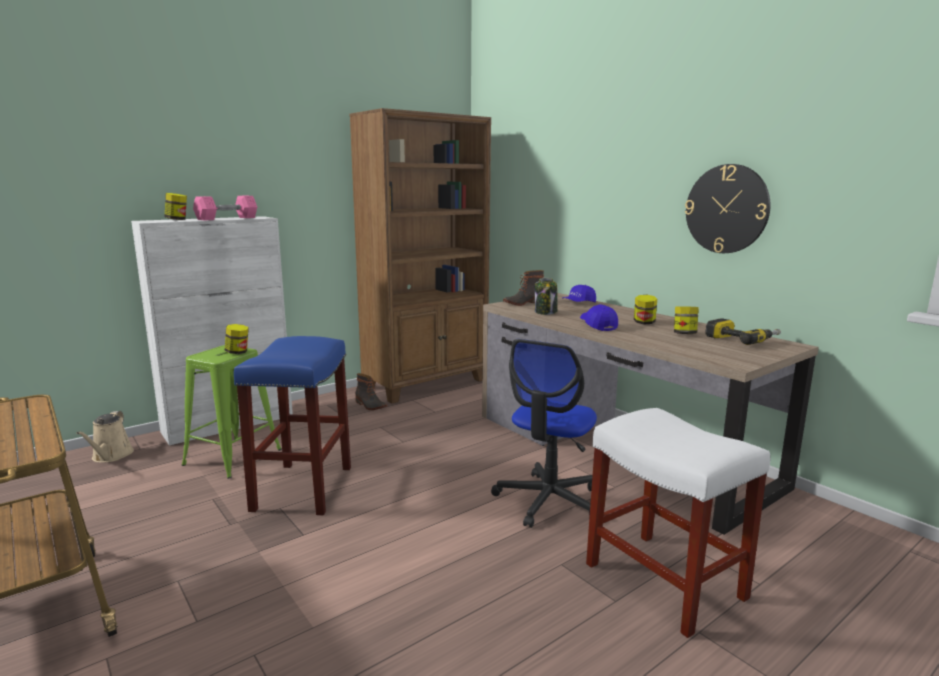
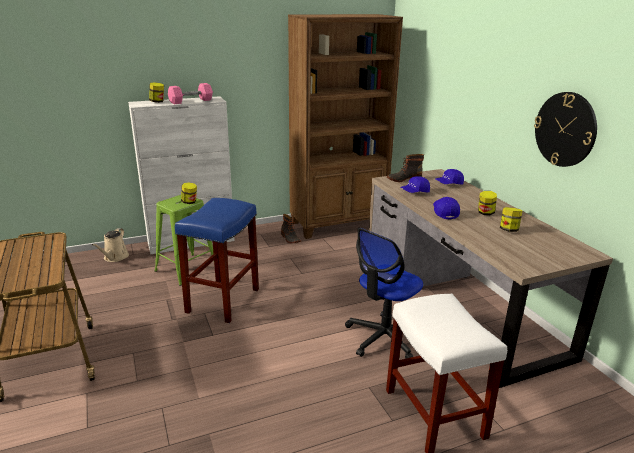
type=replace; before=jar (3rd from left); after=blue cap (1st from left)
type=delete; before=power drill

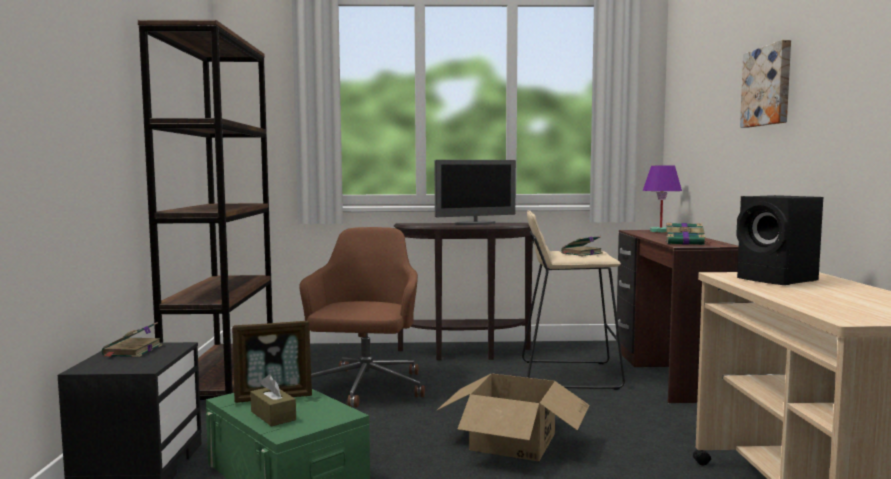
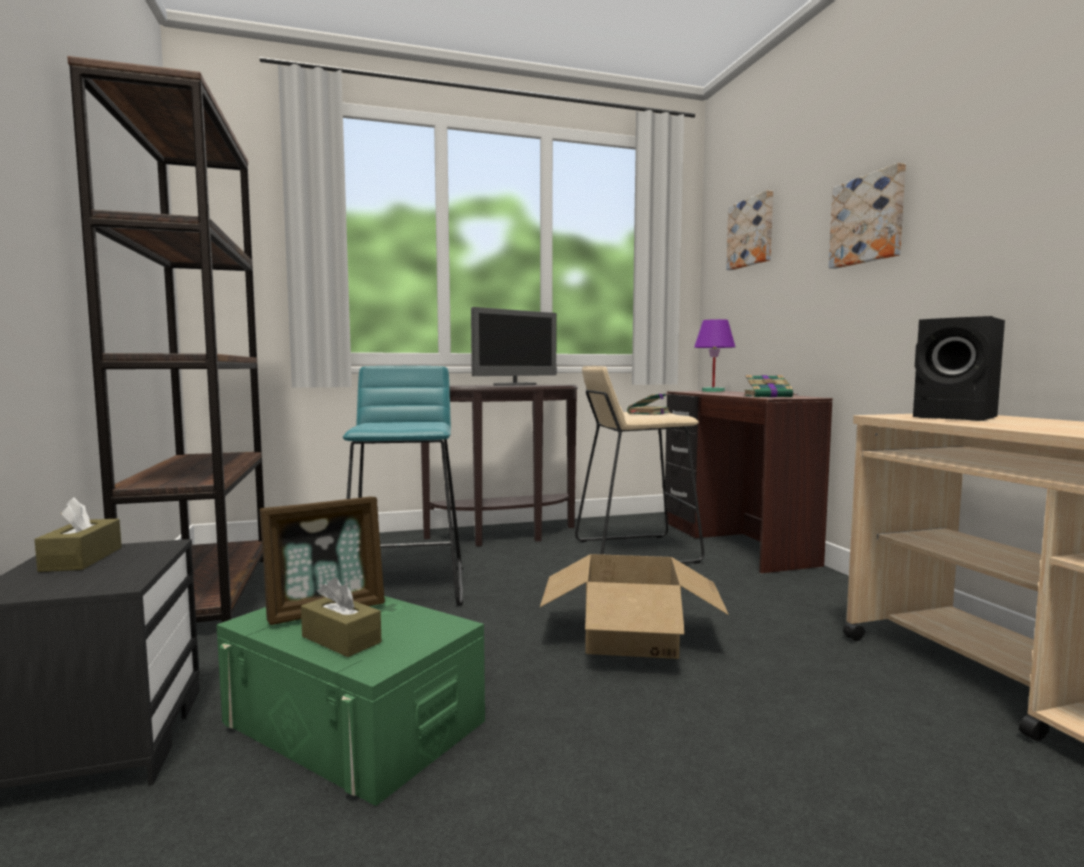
type=replace; before=brown office chair; after=turquoise stool
type=replace; before=book (1st from left); after=brown tissue box (1st from left)
type=insert; after=picture (1st from left)

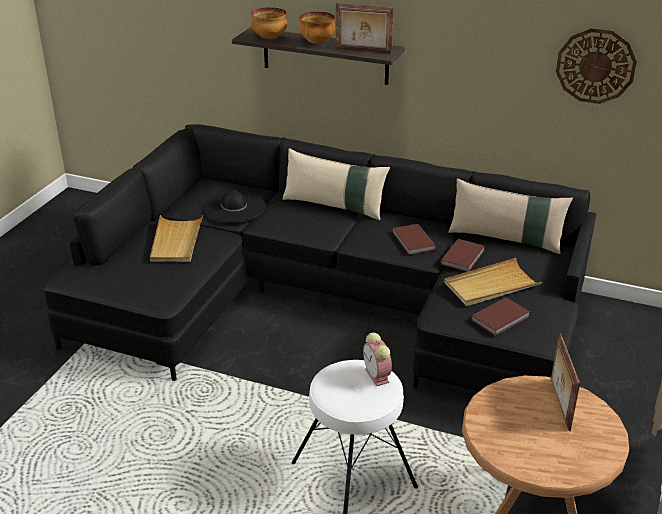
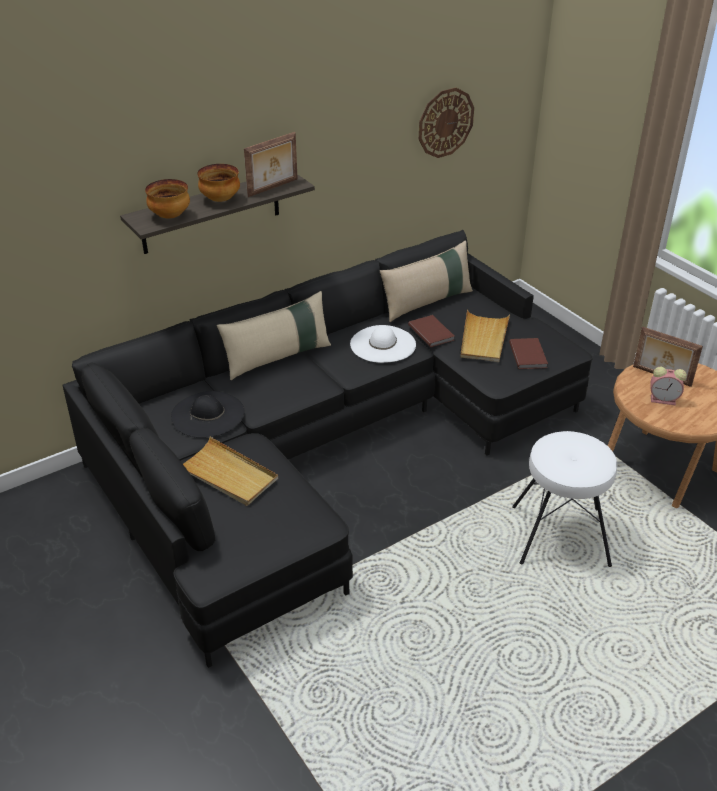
type=replace; before=brown book (1st from left); after=white hat
type=move; before=alarm clock

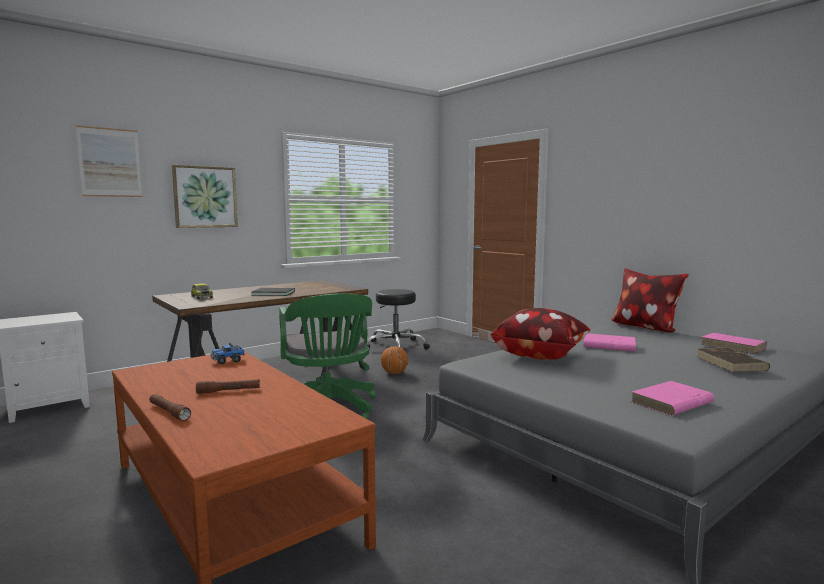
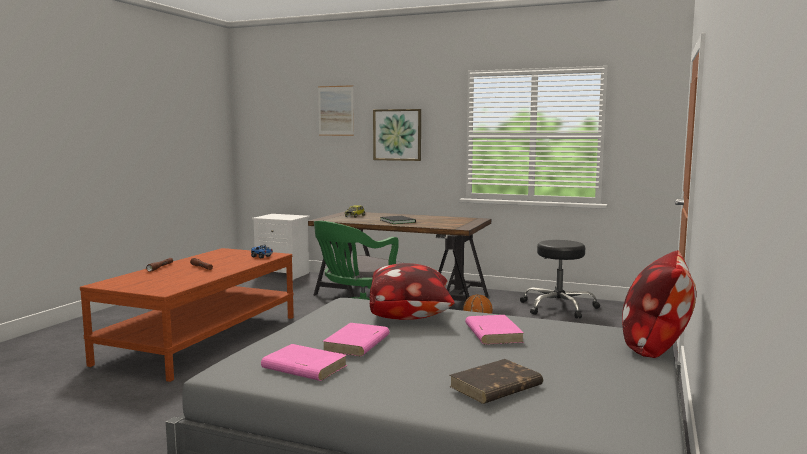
type=move; before=pink book (3rd from left in the first image); after=pink book (2nd from left)

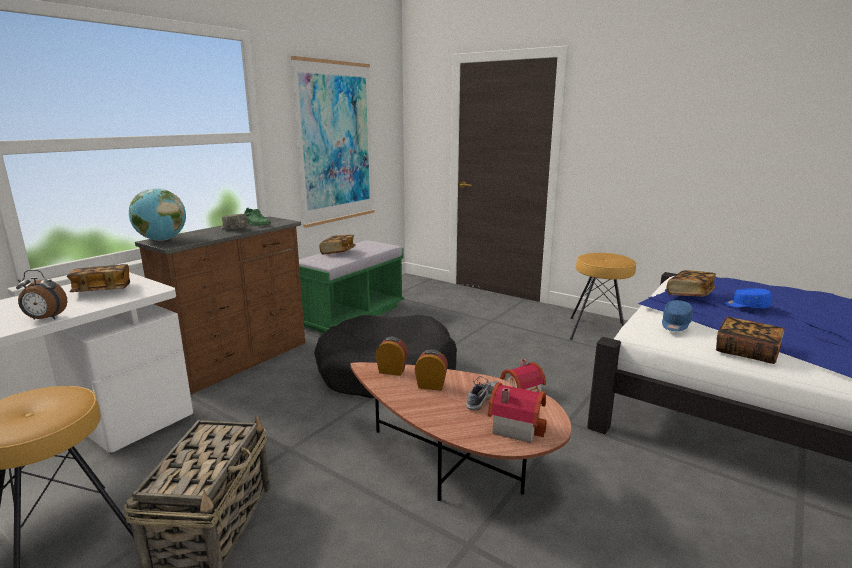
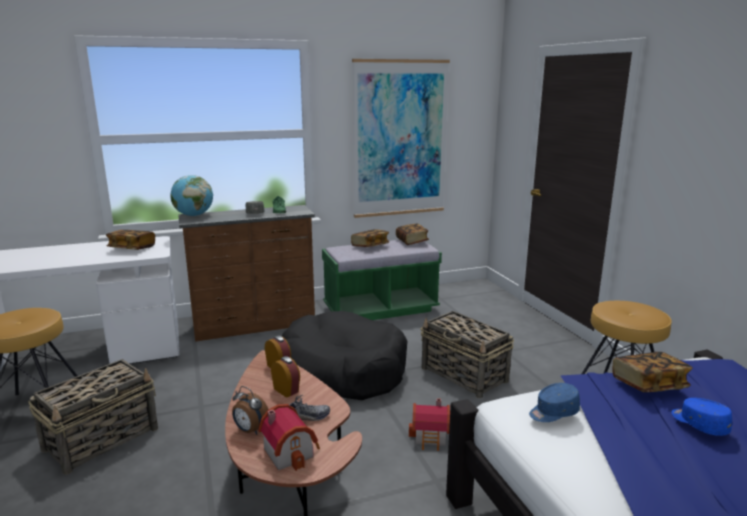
type=move; before=alarm clock (1st from left)
type=move; before=book (4th from left in the first image); after=book (3rd from left)
type=insert; after=basket (2nd from left)

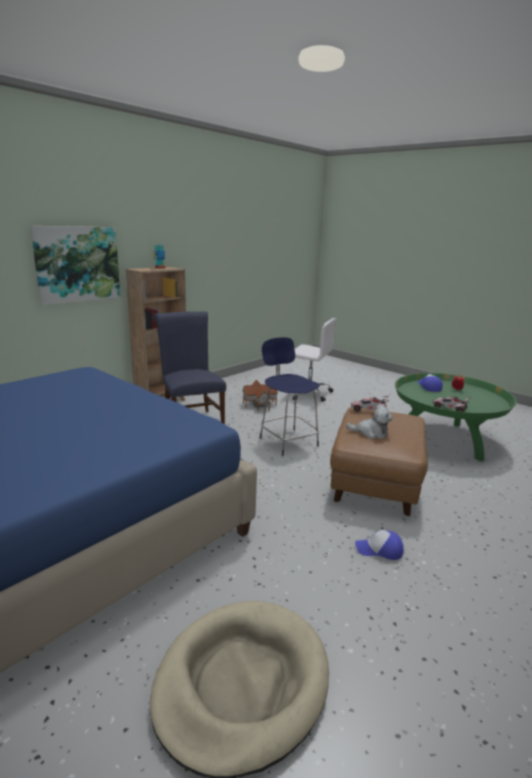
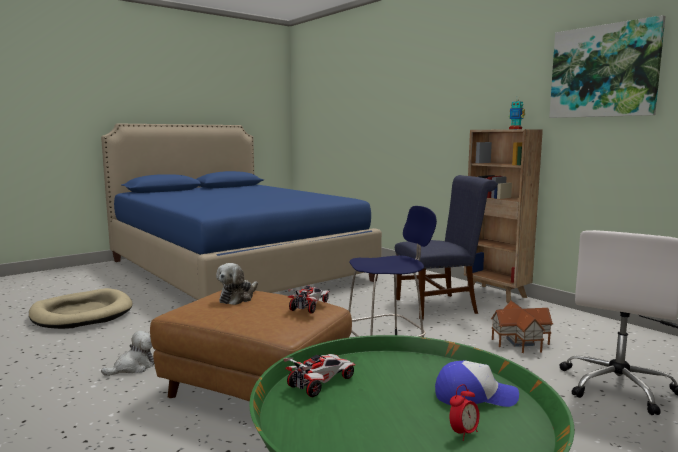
type=move; before=picture
type=replace; before=cap (1st from left); after=plush toy (1st from left)

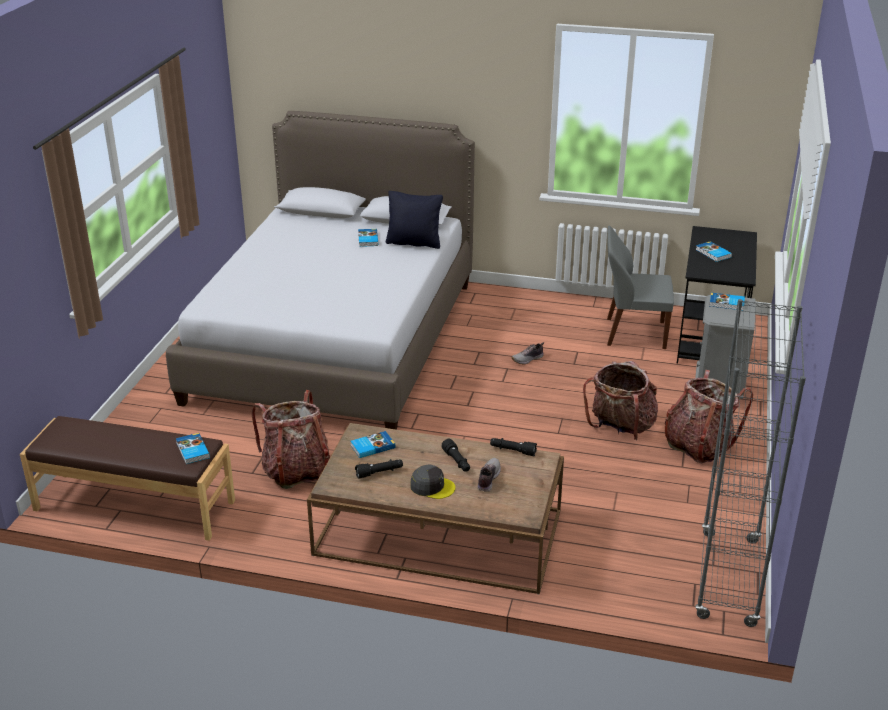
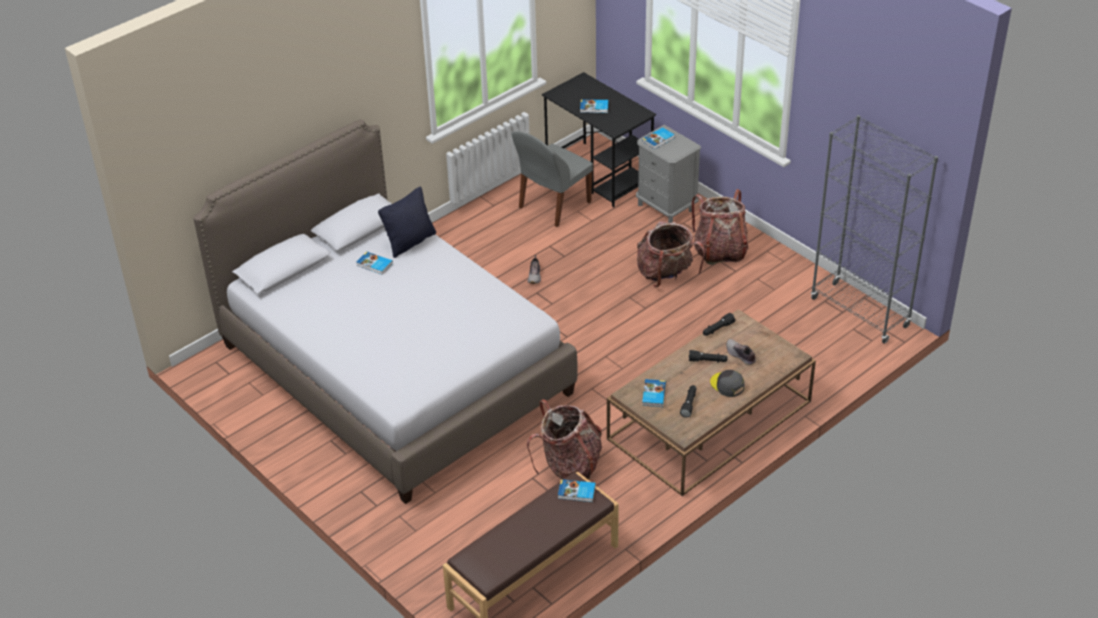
type=rotate; before=grey cap; turn=-90

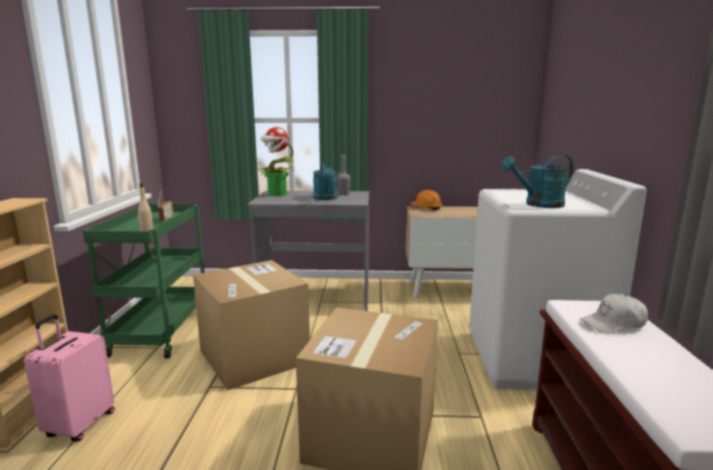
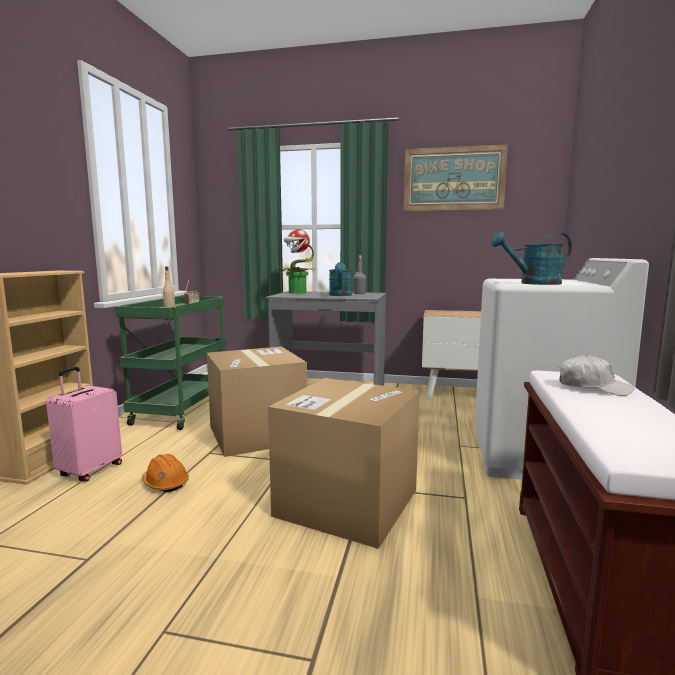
type=move; before=orange hard hat
type=rotate; before=white cap; turn=-150
type=insert; after=picture

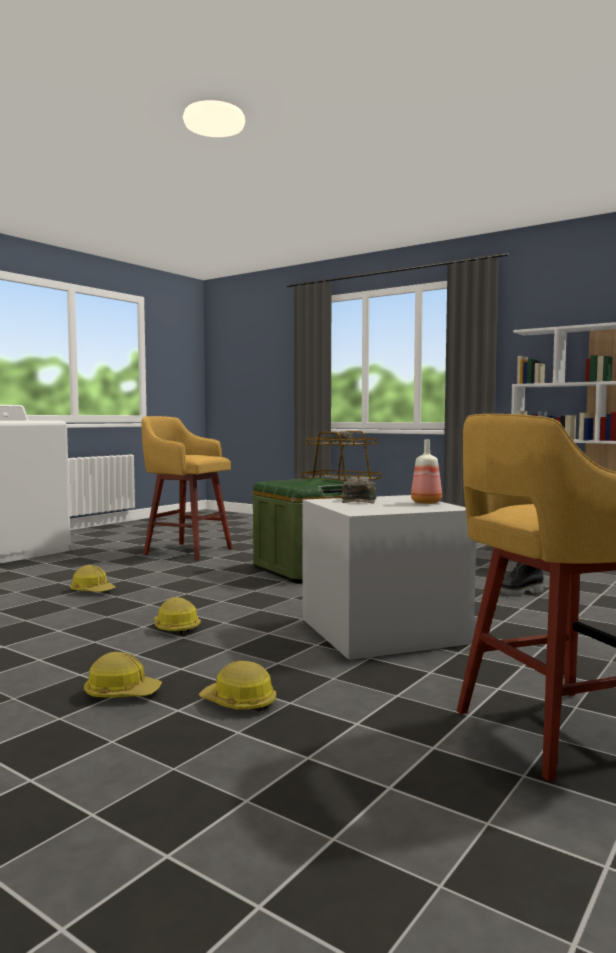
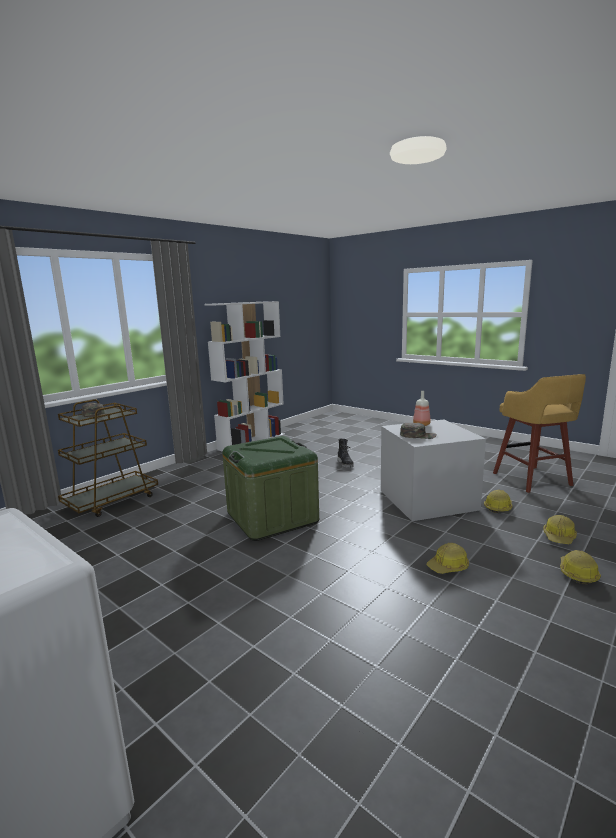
type=delete; before=yellow stool (1st from left)
type=move; before=hard hat (1st from left in the first image); after=hard hat (2nd from left)

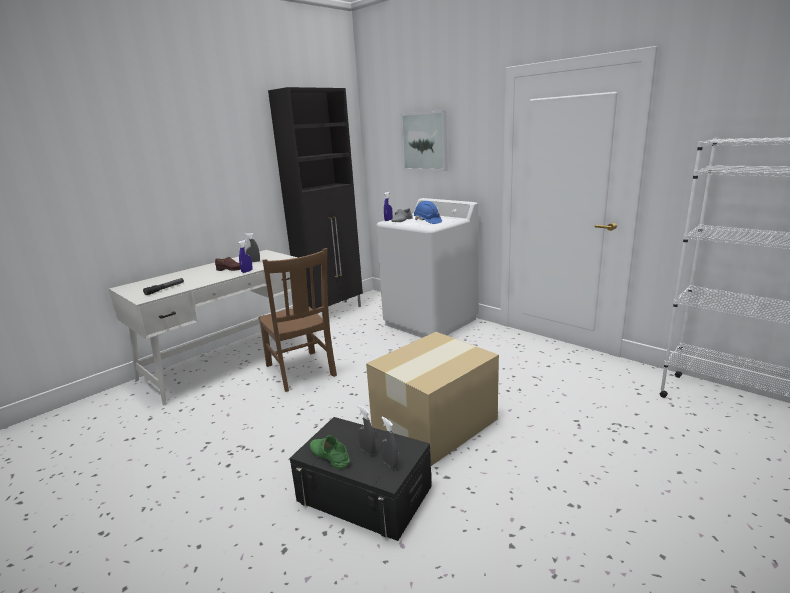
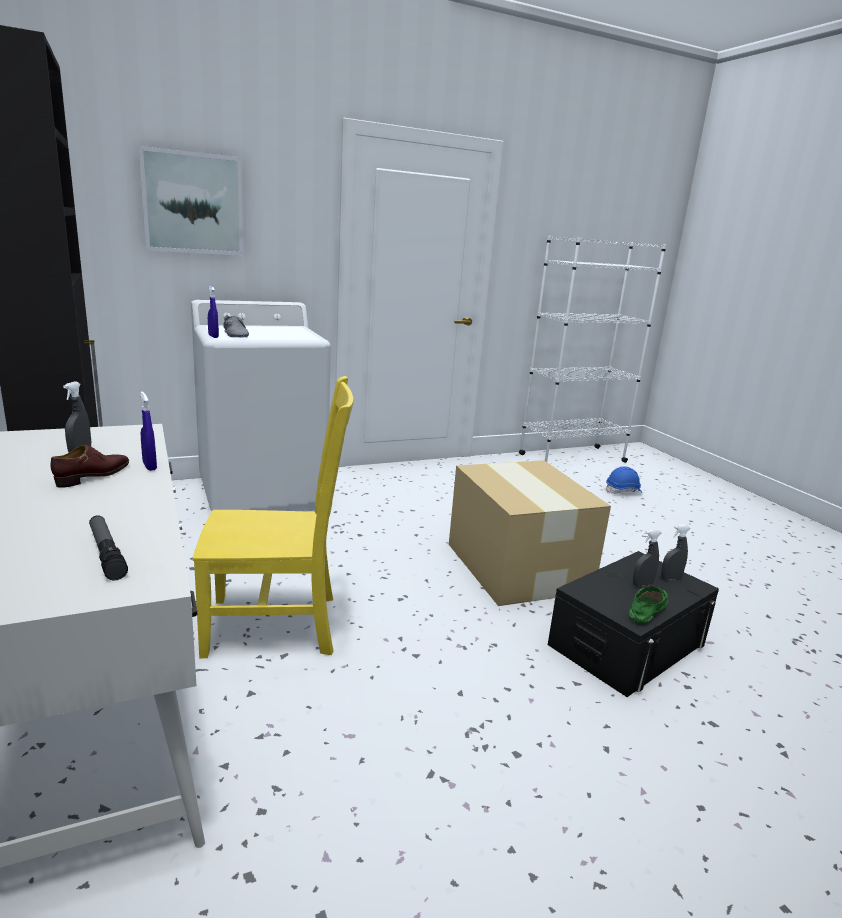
type=move; before=blue hard hat
type=recolor; before=brown chair; after=yellow chair
type=rotate; before=green shoe; turn=150

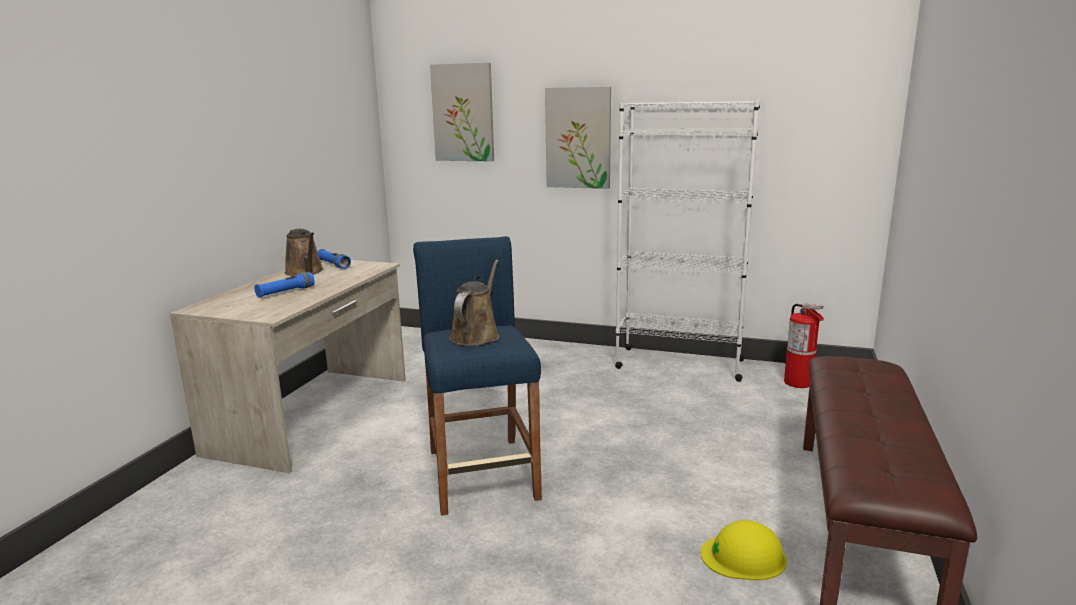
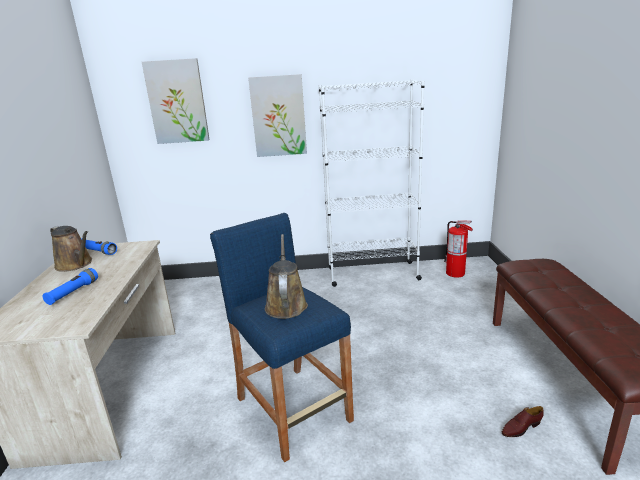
type=replace; before=yellow hard hat; after=brown shoe

